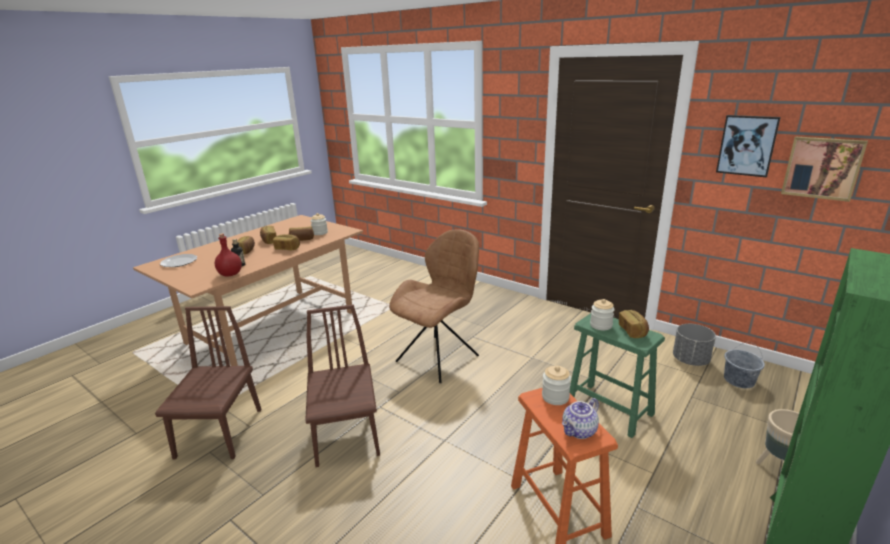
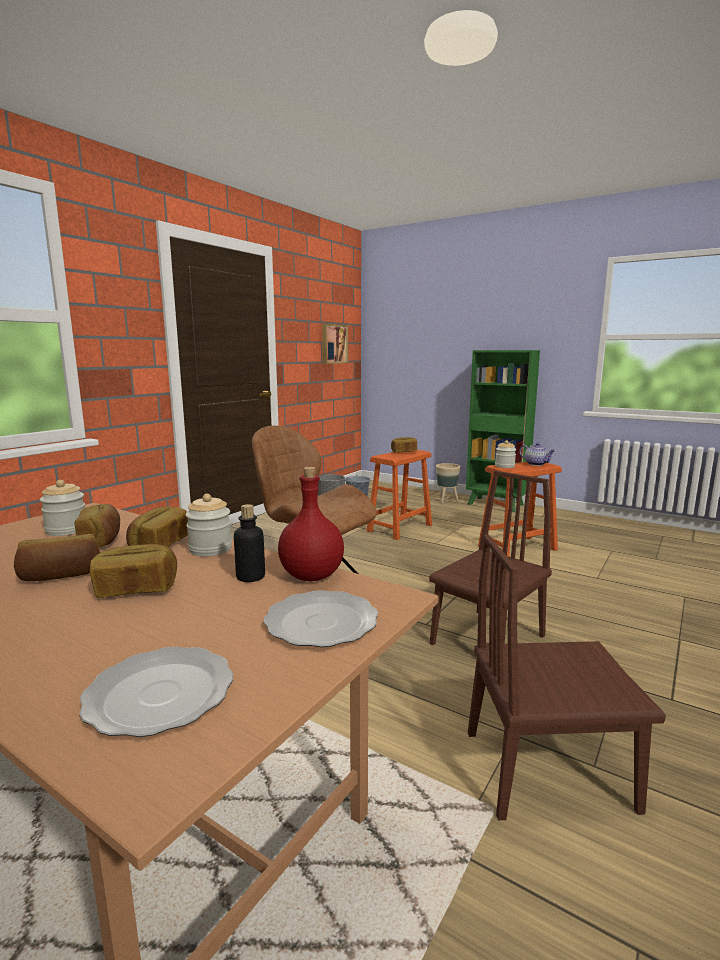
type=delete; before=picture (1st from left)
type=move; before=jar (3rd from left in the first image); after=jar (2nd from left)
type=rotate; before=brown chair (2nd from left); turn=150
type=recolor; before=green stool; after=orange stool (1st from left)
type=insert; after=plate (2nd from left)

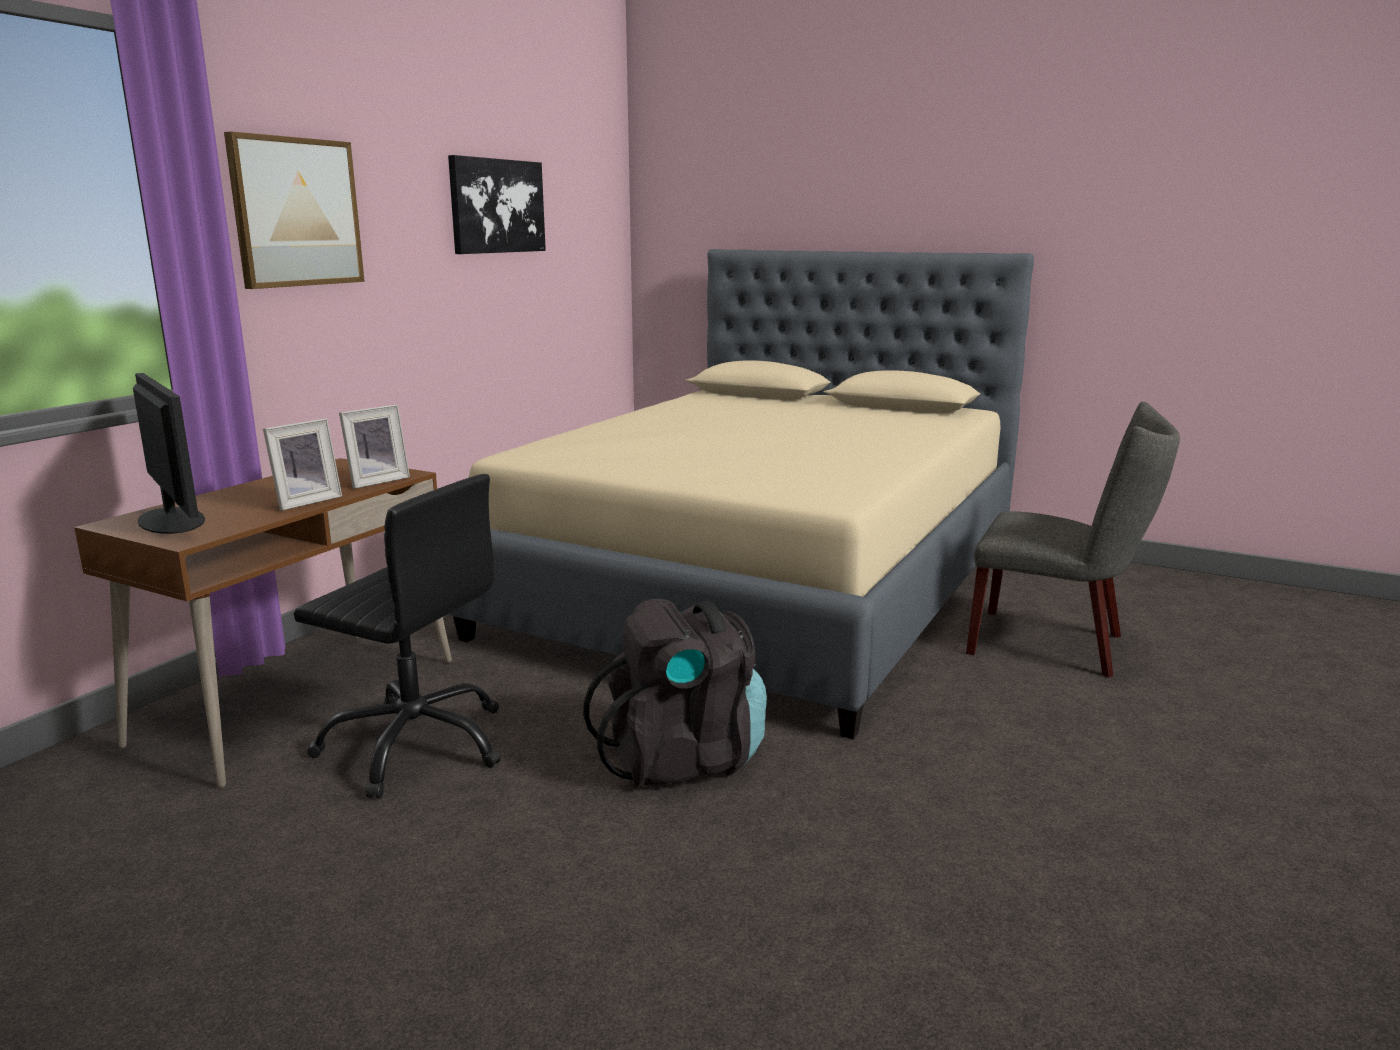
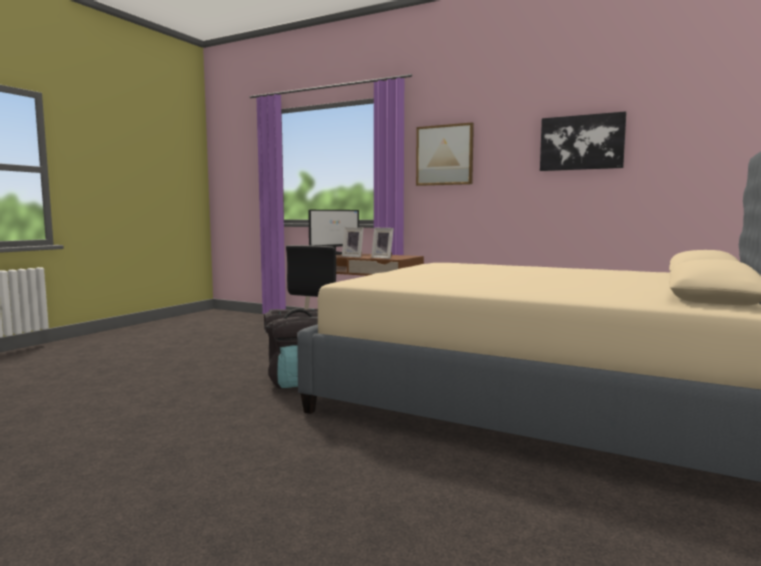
type=delete; before=grey chair

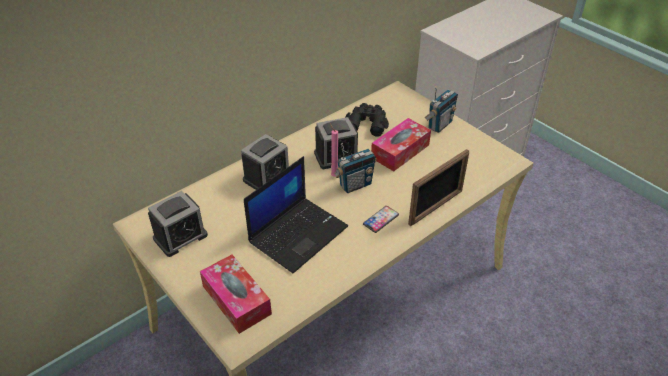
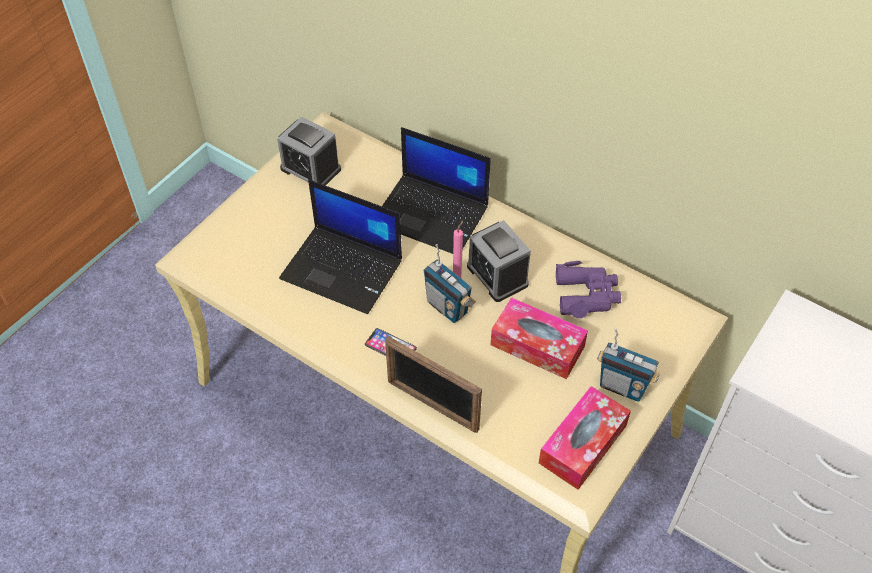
type=recolor; before=black binoculars; after=purple binoculars
type=replace; before=alarm clock (2nd from left); after=laptop (2nd from left)
type=move; before=tissue box (1st from left in the first image); after=tissue box (2nd from left)

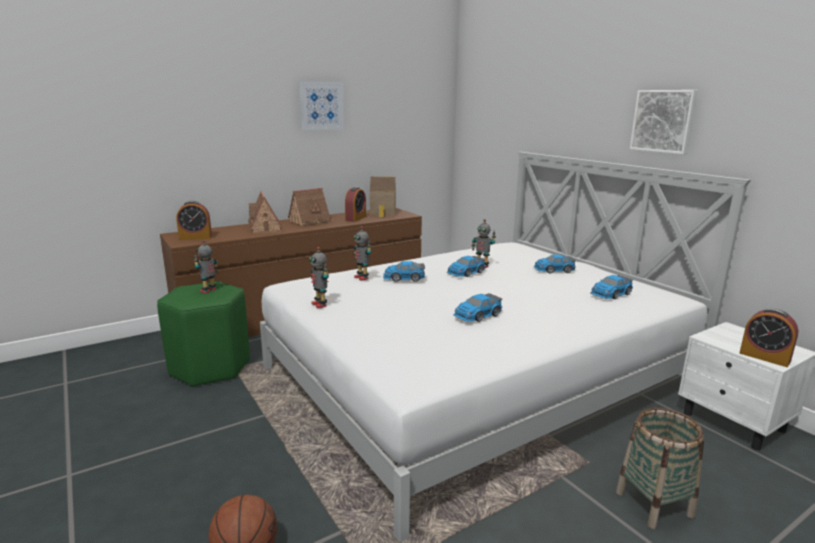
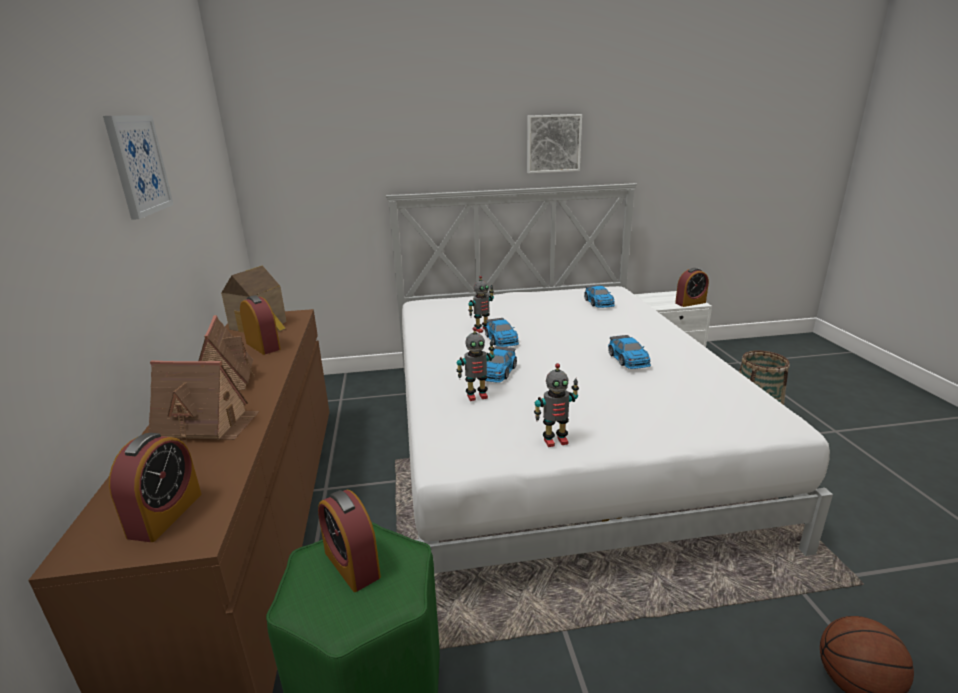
type=replace; before=toy robot (1st from left); after=alarm clock (3rd from left)
type=delete; before=toy car (4th from left)

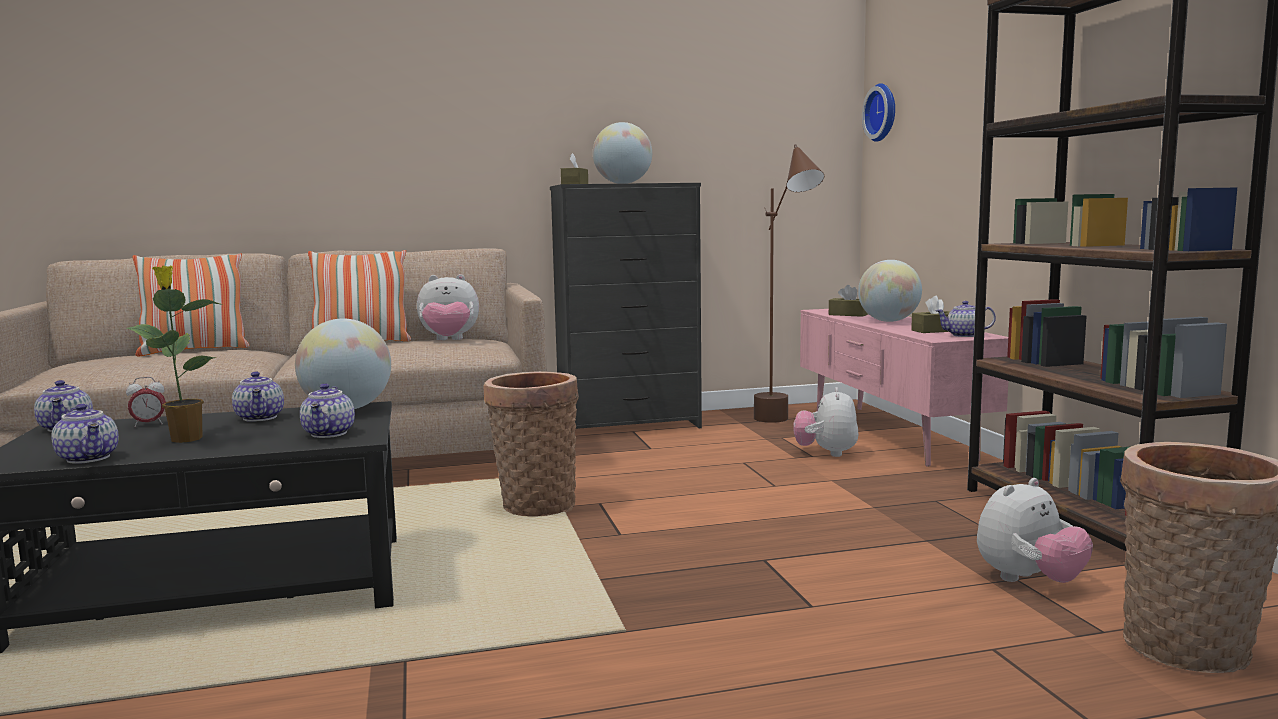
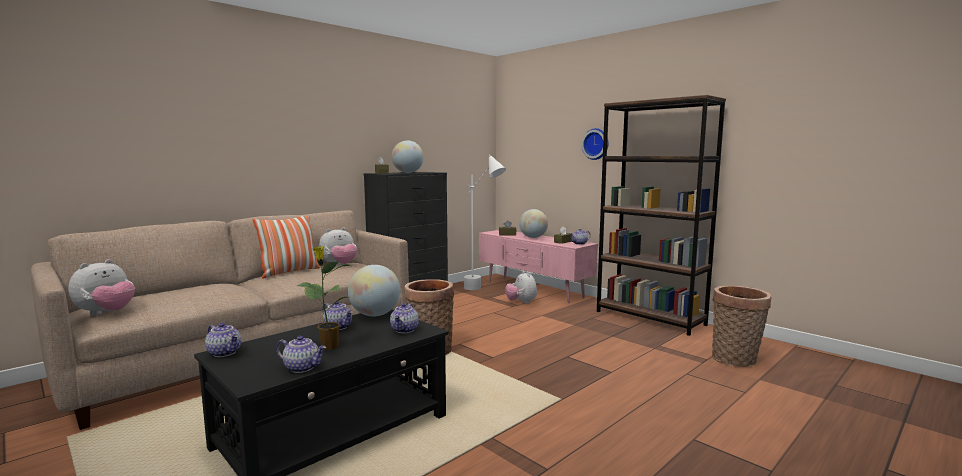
type=move; before=wall clock
type=recolor; before=brown floor lamp; after=white floor lamp
type=delete; before=pillow (1st from left)
type=delete; before=alarm clock
type=rotate; before=teapot (4th from left); turn=45
type=move; before=plush toy (3rd from left in the first image); after=plush toy (1st from left)

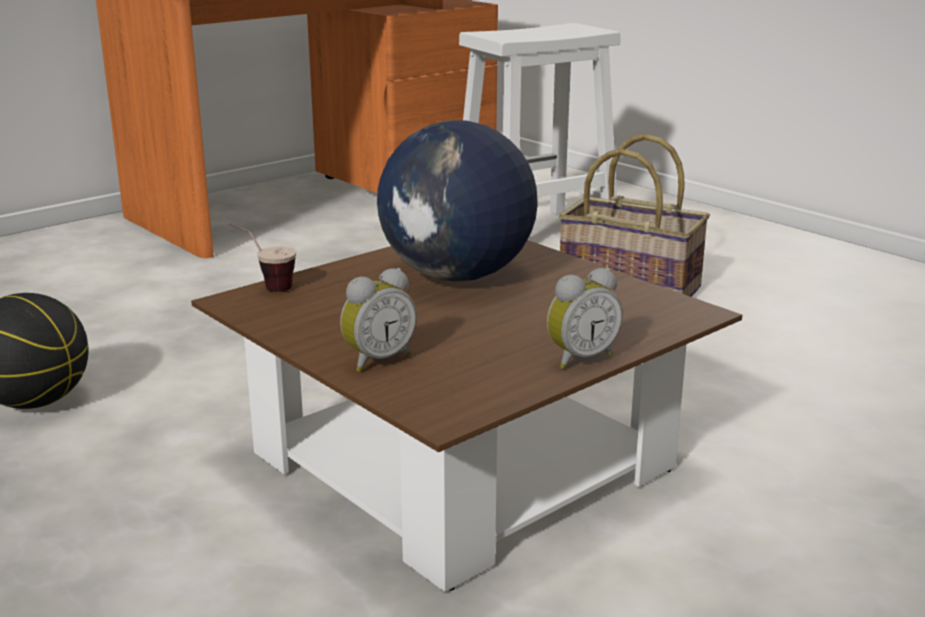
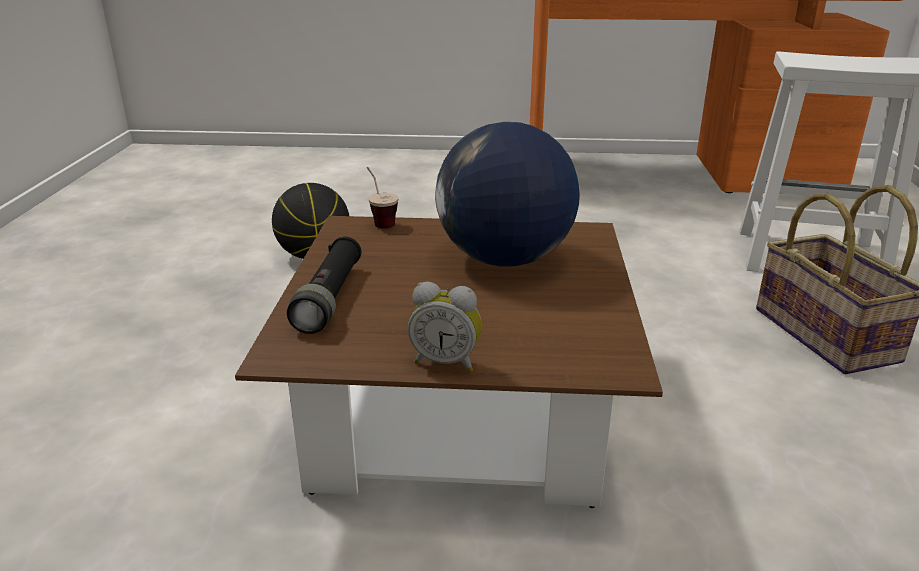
type=replace; before=alarm clock (1st from left); after=black flashlight

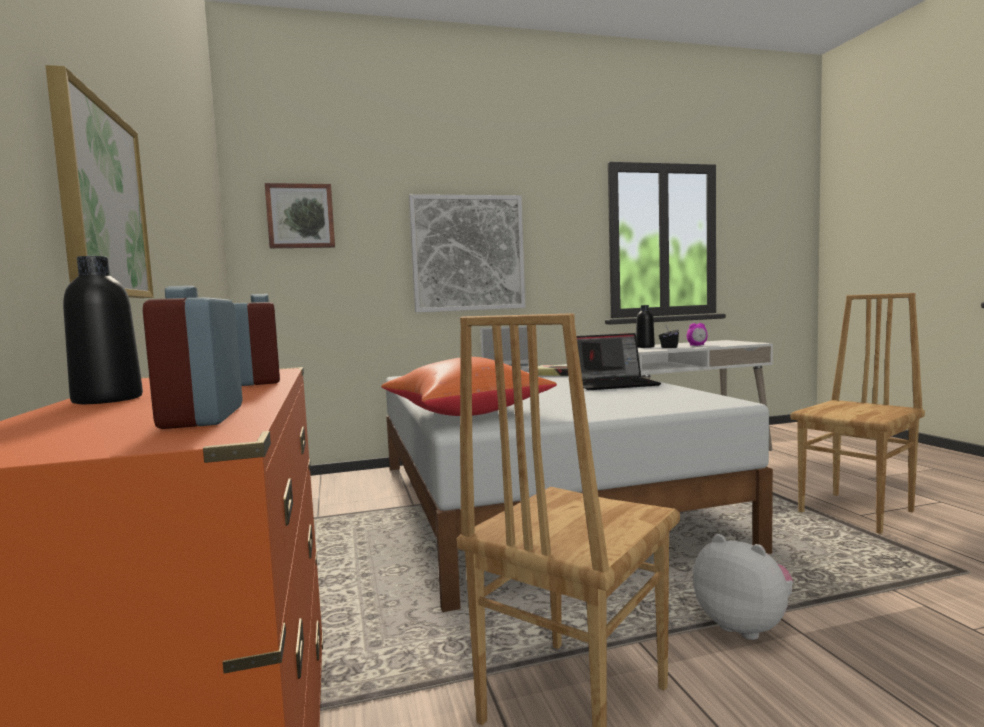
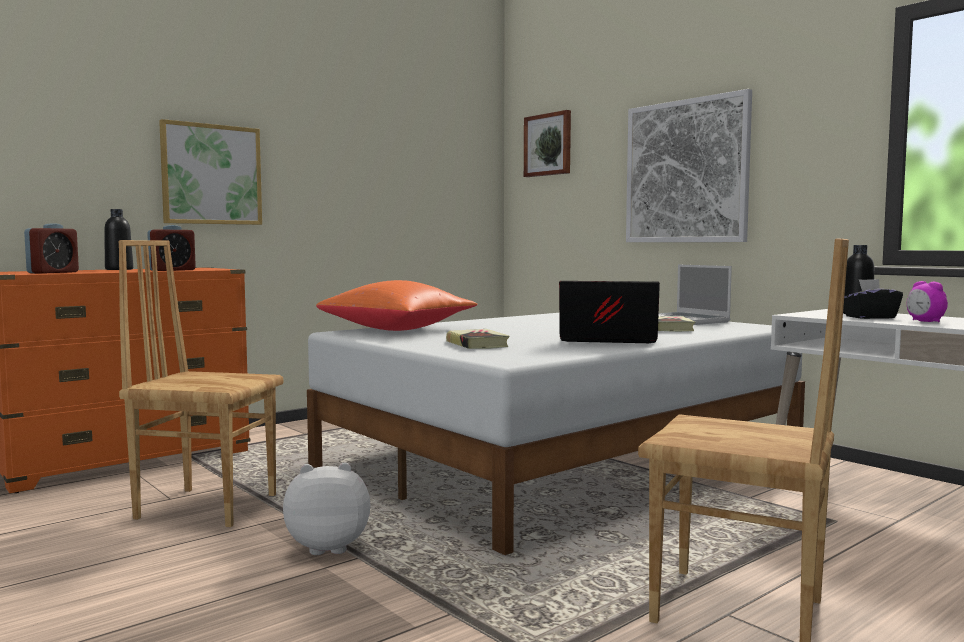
type=rotate; before=alarm clock (1st from left); turn=150
type=rotate; before=laptop (2nd from left in the first image); turn=135
type=rotate; before=plush toy; turn=-120
type=insert; after=book (1st from left)

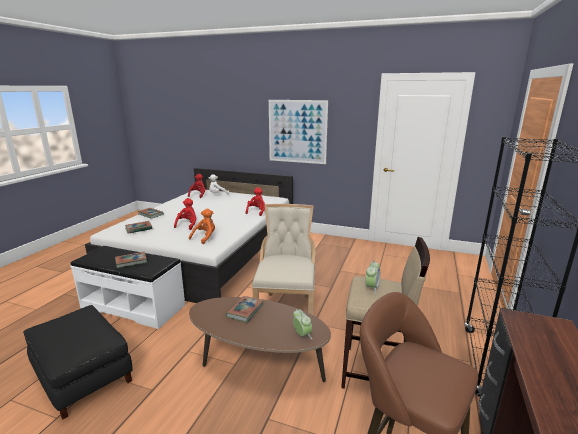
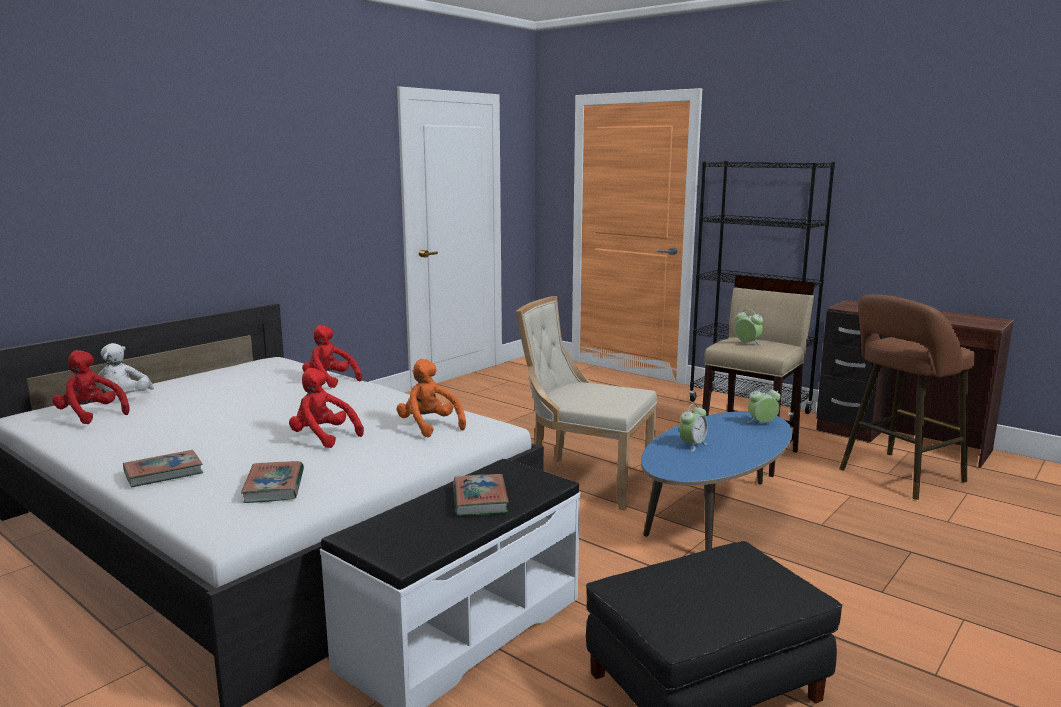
type=delete; before=picture
type=replace; before=book (4th from left); after=alarm clock (1st from left)
type=recolor; before=brown coffee table; after=blue coffee table

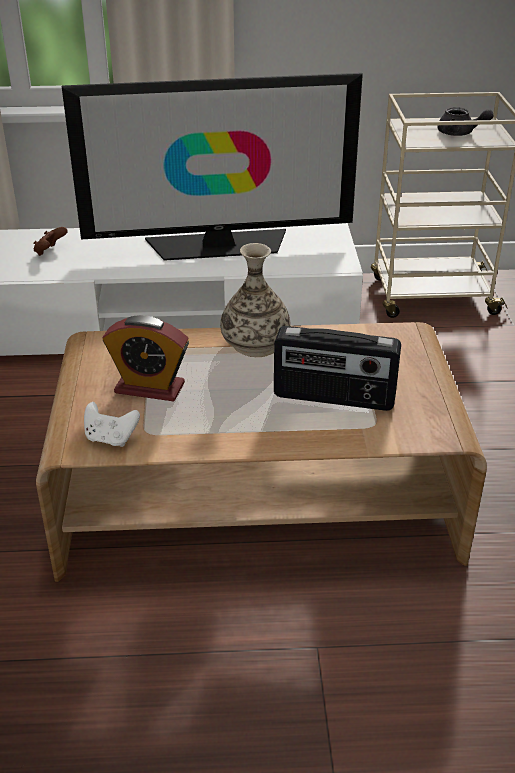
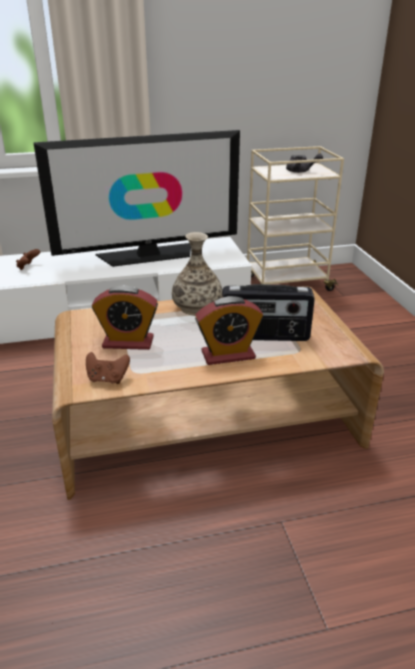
type=recolor; before=white game controller; after=brown game controller (2nd from left)
type=insert; after=alarm clock (2nd from left)

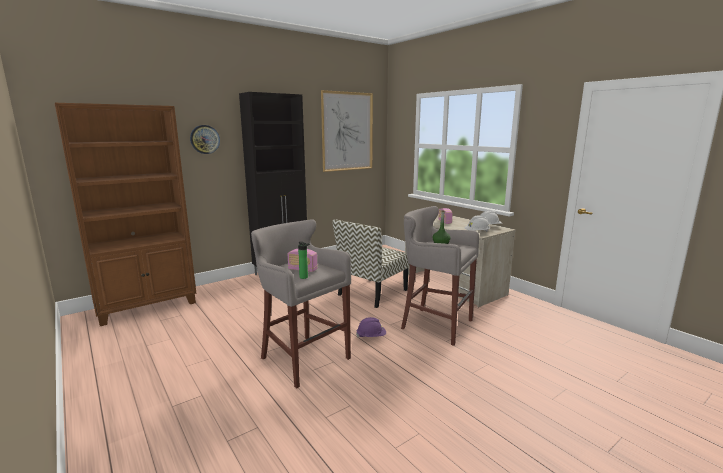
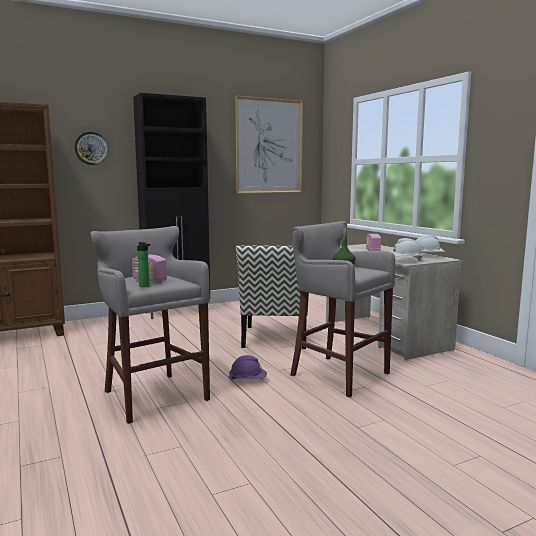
type=rotate; before=chair; turn=-45

